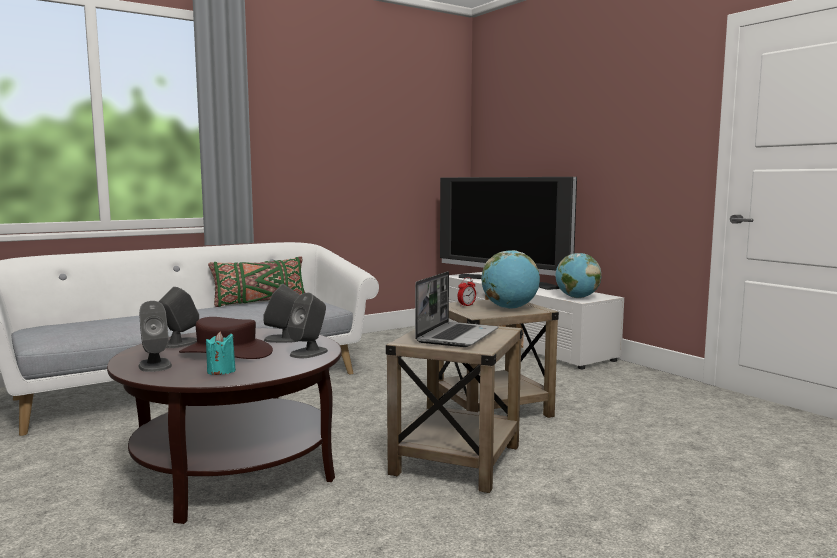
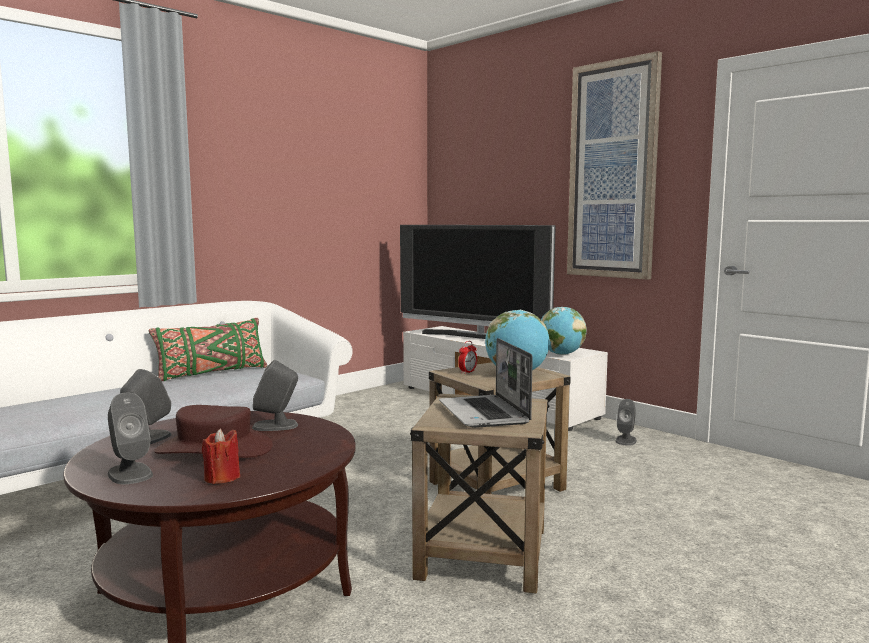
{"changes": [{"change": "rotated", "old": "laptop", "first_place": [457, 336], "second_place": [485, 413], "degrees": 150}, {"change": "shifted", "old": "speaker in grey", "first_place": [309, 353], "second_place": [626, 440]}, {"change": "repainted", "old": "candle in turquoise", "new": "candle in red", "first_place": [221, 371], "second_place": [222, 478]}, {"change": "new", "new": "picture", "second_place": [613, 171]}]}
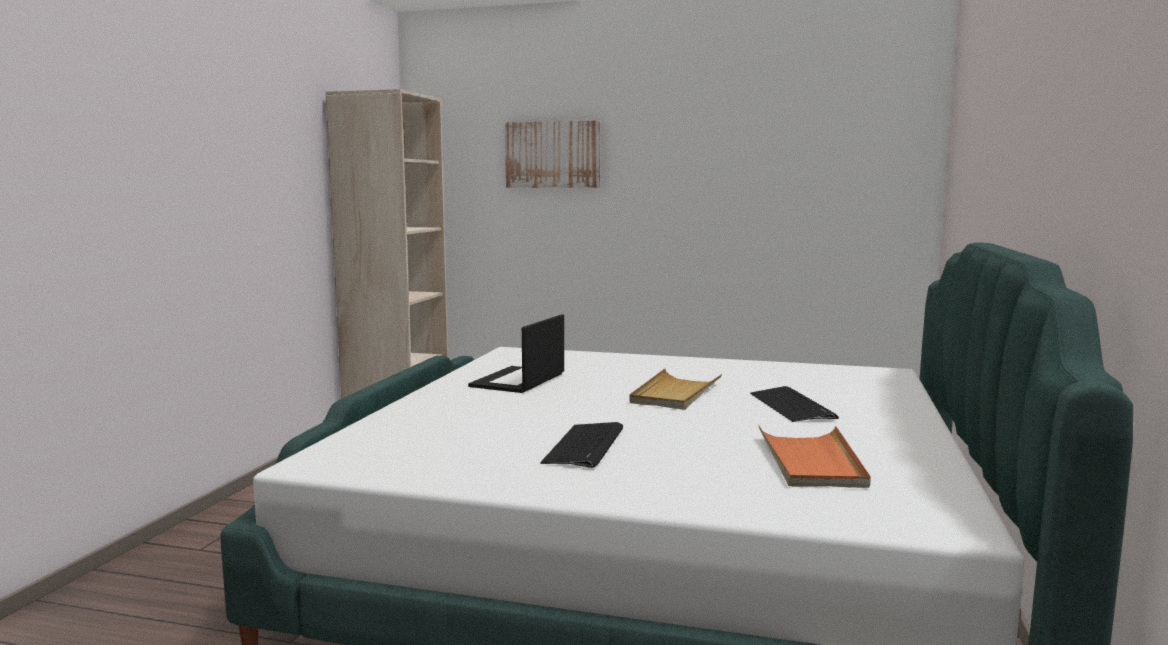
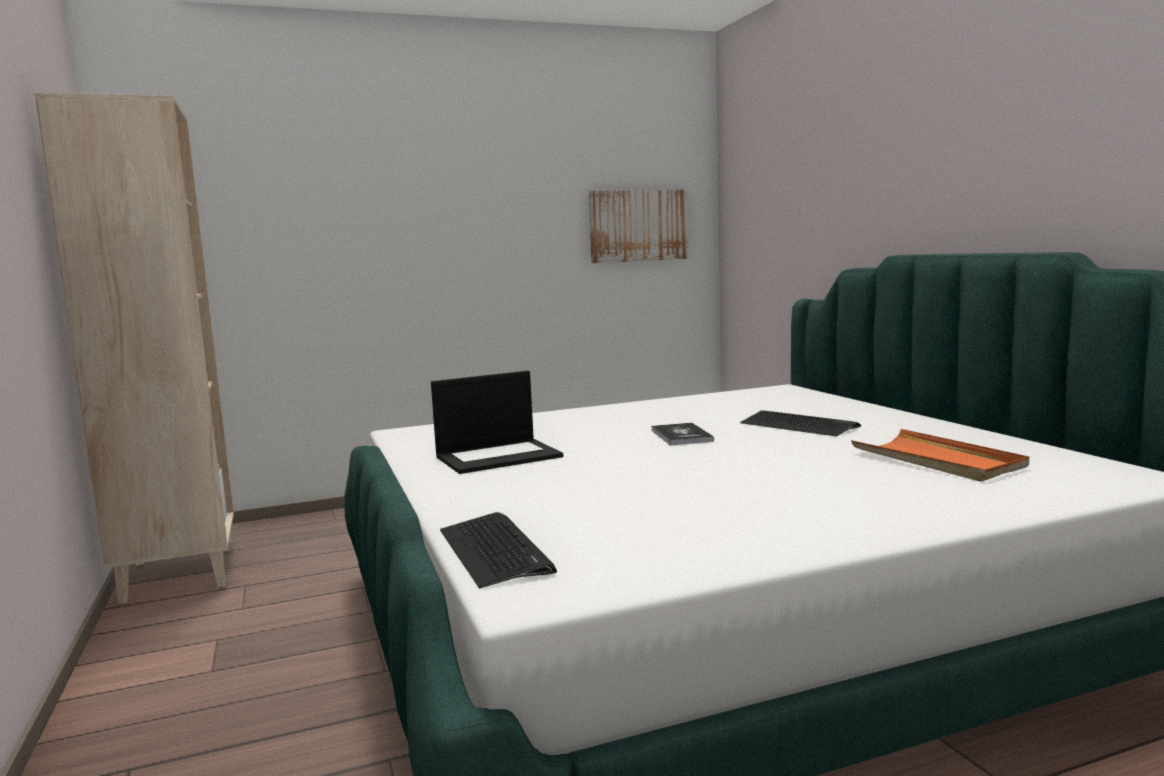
{"changes": [{"change": "shifted", "old": "picture", "first_place": [553, 154], "second_place": [638, 226]}, {"change": "rotated", "old": "laptop", "first_place": [518, 380], "second_place": [499, 456], "degrees": -105}, {"change": "swapped", "old": "tray in beige", "new": "book", "first_place": [675, 393], "second_place": [681, 436]}, {"change": "shifted", "old": "keyboard", "first_place": [585, 446], "second_place": [495, 551]}]}
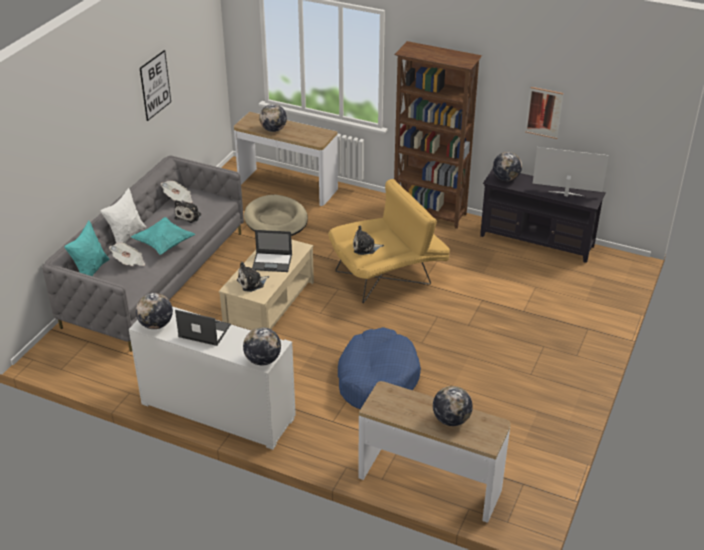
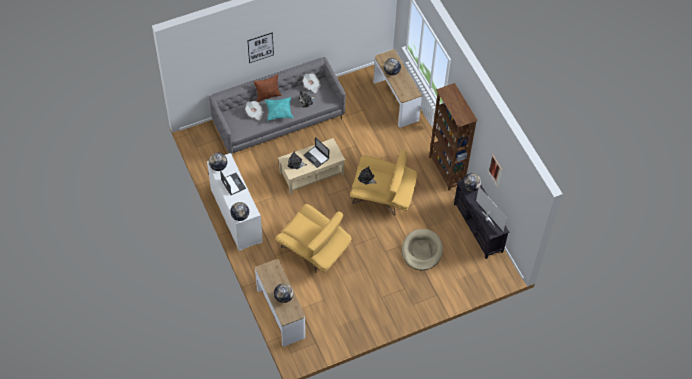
{"changes": [{"change": "shifted", "old": "picture", "first_place": [155, 85], "second_place": [260, 47]}, {"change": "repainted", "old": "pillow in white", "new": "pillow in brown", "first_place": [126, 236], "second_place": [267, 95]}, {"change": "shifted", "old": "dog bed in beige", "first_place": [276, 220], "second_place": [421, 251]}, {"change": "gone", "old": "pillow in turquoise", "first_place": [91, 271]}, {"change": "swapped", "old": "dog bed in blue", "new": "armchair in yellow", "first_place": [377, 379], "second_place": [314, 249]}]}
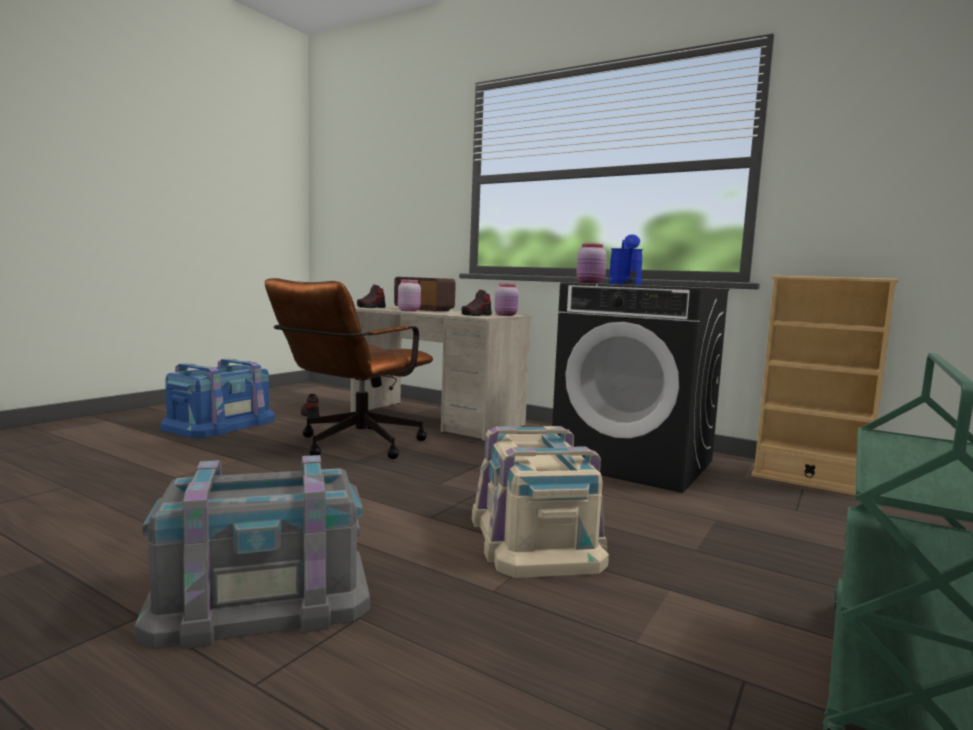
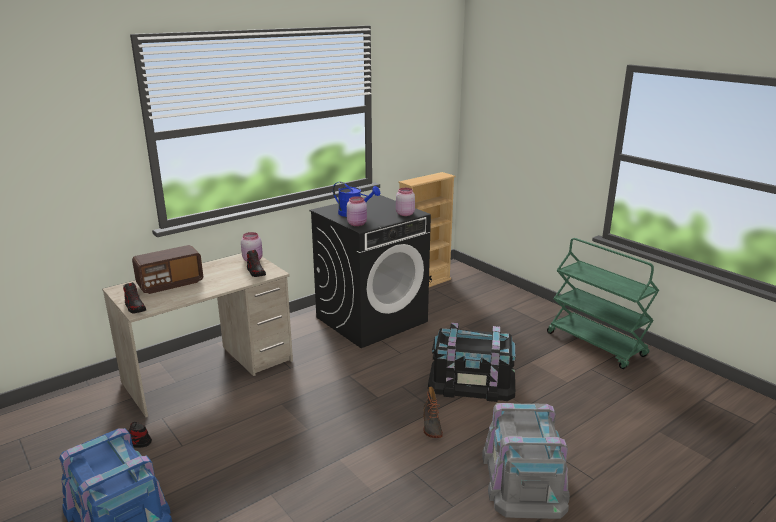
{"changes": [{"change": "gone", "old": "office chair in brown", "first_place": [352, 446]}, {"change": "shifted", "old": "jar in pink", "first_place": [409, 310], "second_place": [404, 214]}, {"change": "repainted", "old": "storage box in beige", "new": "storage box in black", "first_place": [536, 537], "second_place": [472, 381]}, {"change": "new", "new": "boot", "second_place": [431, 426]}]}
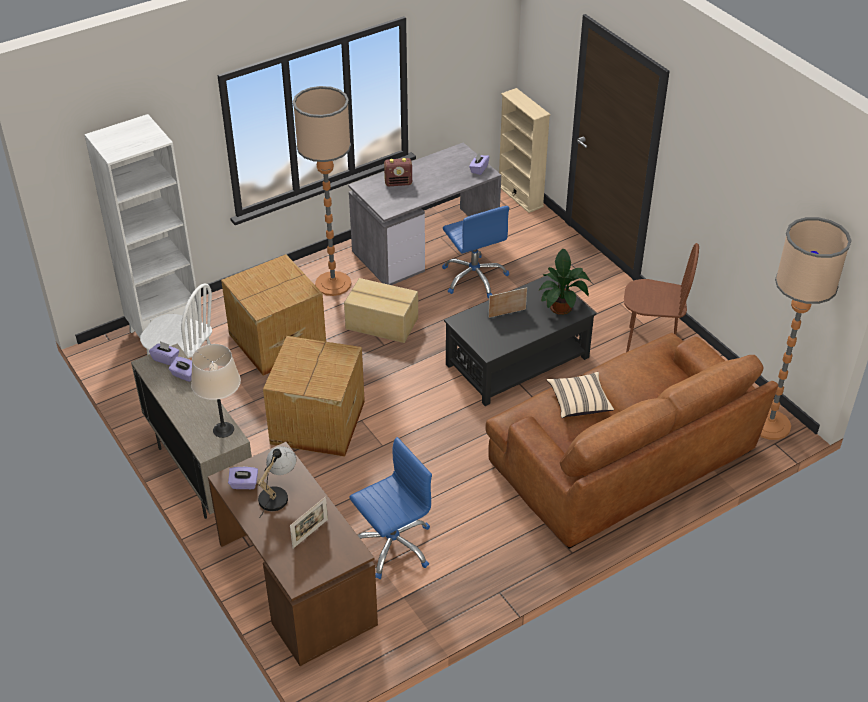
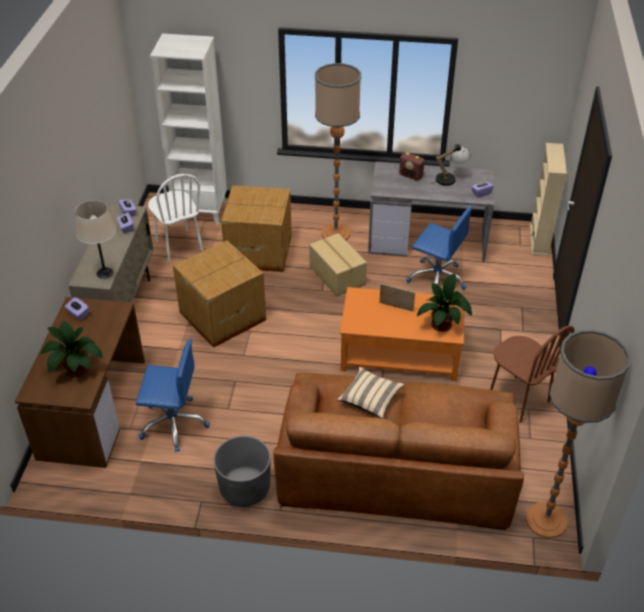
{"changes": [{"change": "rotated", "old": "office chair in blue", "first_place": [474, 277], "second_place": [437, 279], "degrees": -75}, {"change": "repainted", "old": "coffee table in black", "new": "coffee table in orange", "first_place": [516, 361], "second_place": [399, 352]}, {"change": "shifted", "old": "table lamp", "first_place": [277, 494], "second_place": [450, 178]}, {"change": "swapped", "old": "picture frame", "new": "potted plant", "first_place": [310, 533], "second_place": [74, 368]}, {"change": "new", "new": "planter in grey", "second_place": [245, 488]}]}
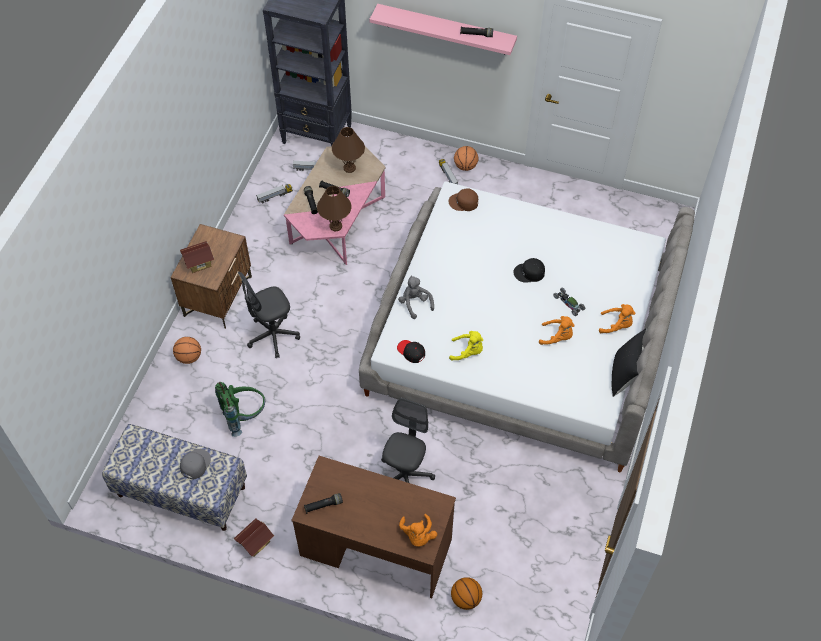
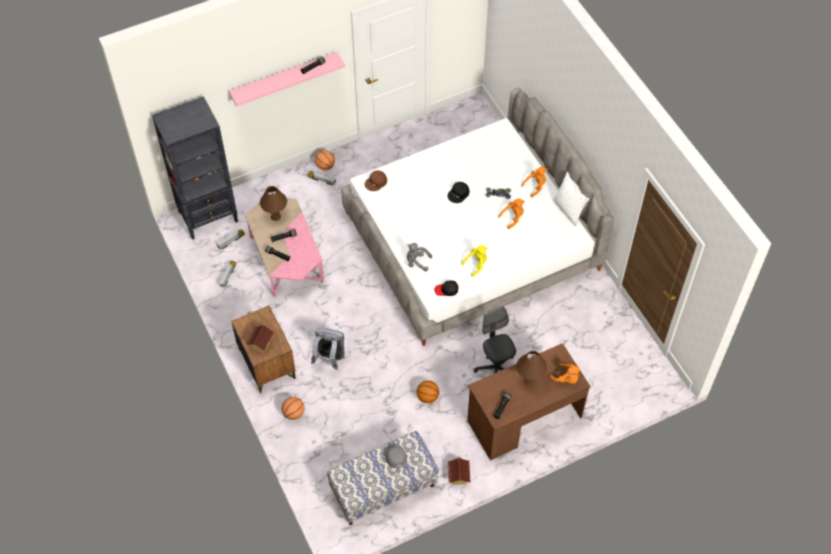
{"changes": [{"change": "shifted", "old": "table lamp in brown", "first_place": [335, 226], "second_place": [529, 380]}, {"change": "swapped", "old": "office chair in grey", "new": "backpack in grey", "first_place": [273, 336], "second_place": [329, 358]}, {"change": "repainted", "old": "pillow in black", "new": "pillow in white", "first_place": [625, 375], "second_place": [569, 209]}, {"change": "gone", "old": "backpack in green", "first_place": [244, 416]}, {"change": "shifted", "old": "basketball", "first_place": [465, 599], "second_place": [427, 397]}]}
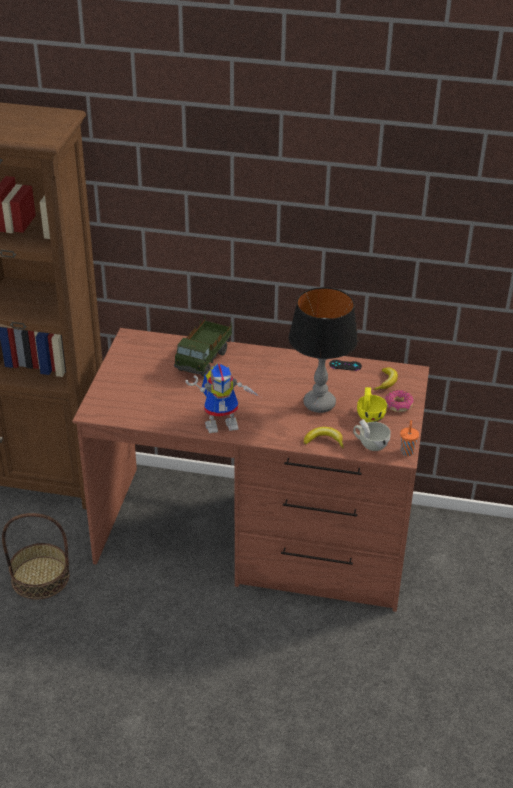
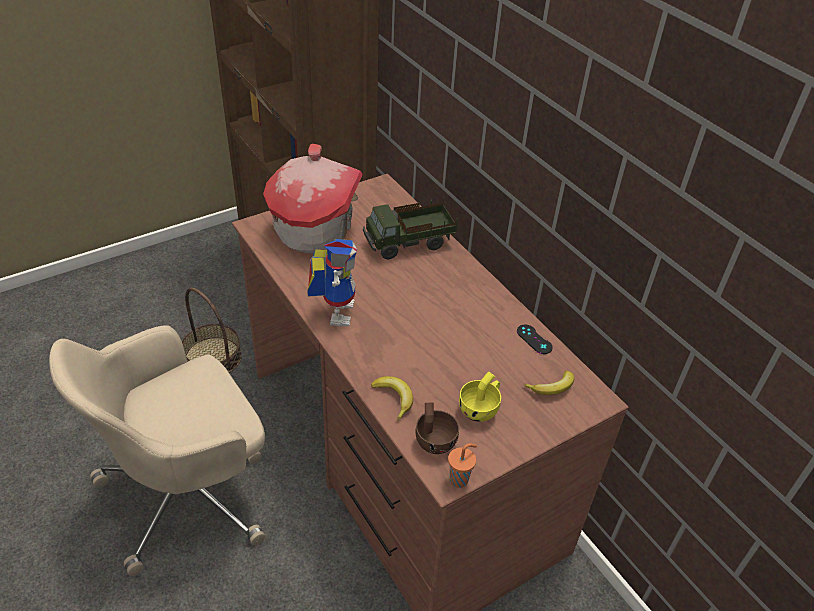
{"changes": [{"change": "gone", "old": "table lamp", "first_place": [319, 404]}, {"change": "rotated", "old": "toy robot", "first_place": [223, 423], "second_place": [335, 310], "degrees": -120}, {"change": "gone", "old": "donut", "first_place": [398, 405]}, {"change": "repainted", "old": "cup in white", "new": "cup in brown", "first_place": [370, 444], "second_place": [434, 439]}, {"change": "new", "new": "toy house", "second_place": [314, 231]}, {"change": "new", "new": "office chair in beige", "second_place": [190, 492]}]}
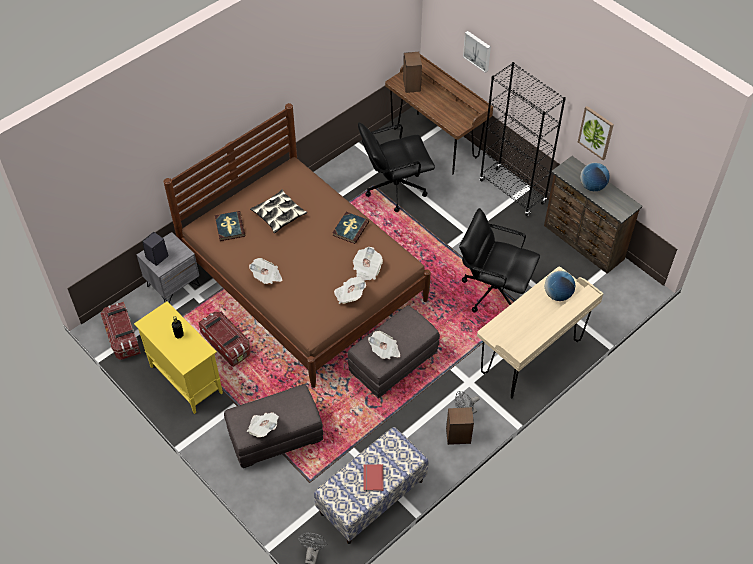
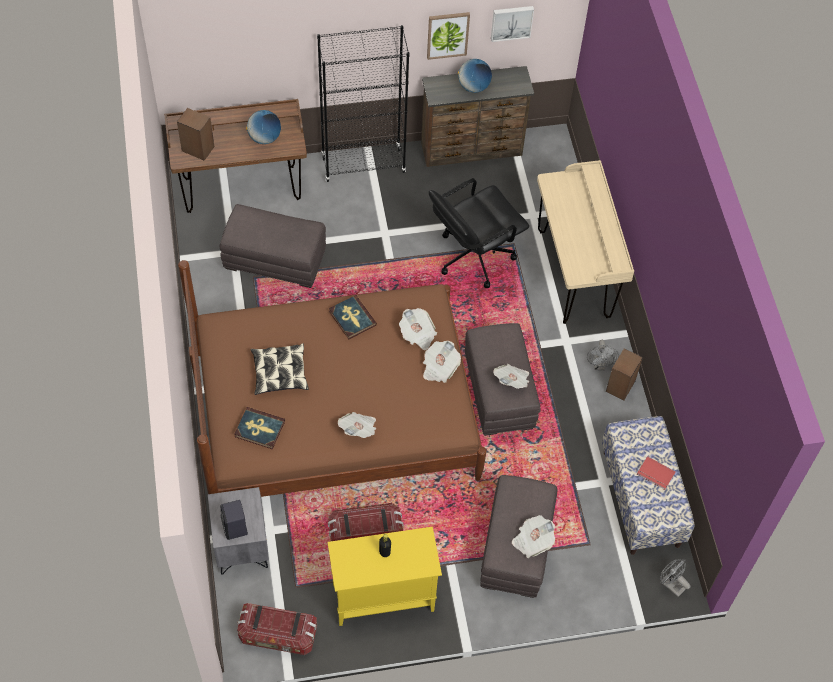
{"changes": [{"change": "shifted", "old": "picture", "first_place": [478, 51], "second_place": [511, 22]}, {"change": "swapped", "old": "office chair in black", "new": "ottoman in grey", "first_place": [394, 188], "second_place": [274, 260]}, {"change": "shifted", "old": "globe", "first_place": [557, 294], "second_place": [264, 138]}]}
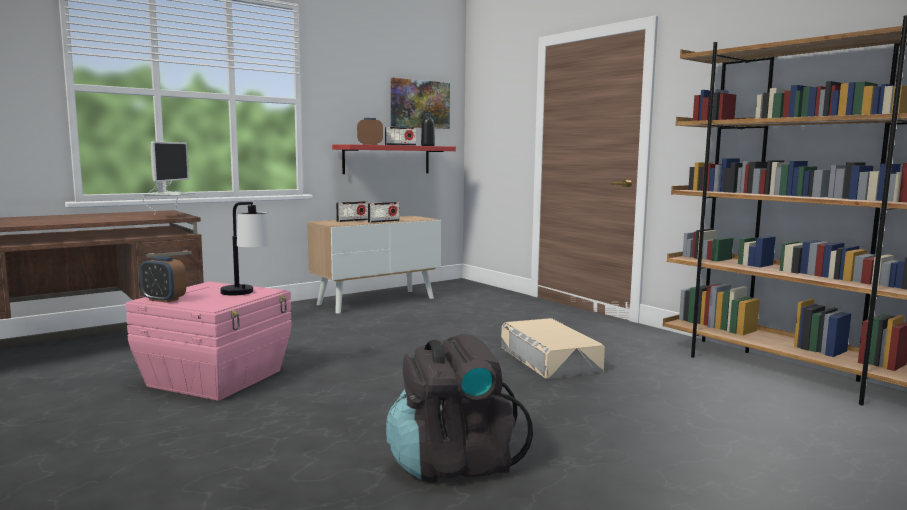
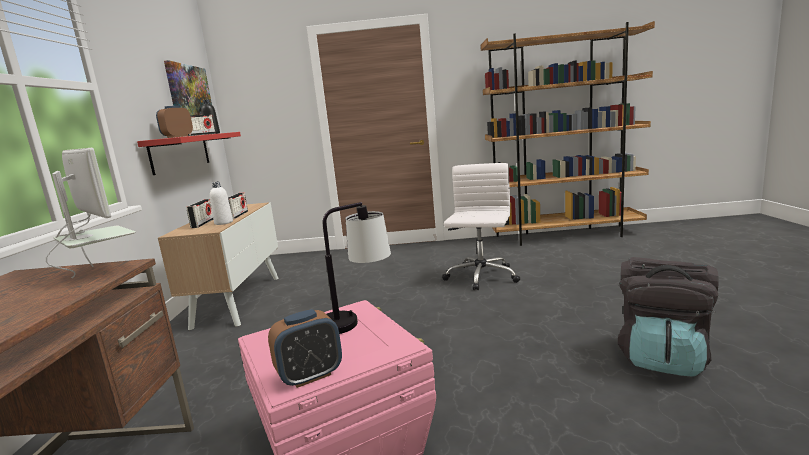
{"changes": [{"change": "swapped", "old": "storage box in beige", "new": "office chair in white", "first_place": [550, 359], "second_place": [481, 277]}, {"change": "new", "new": "bottle in white", "second_place": [223, 223]}]}
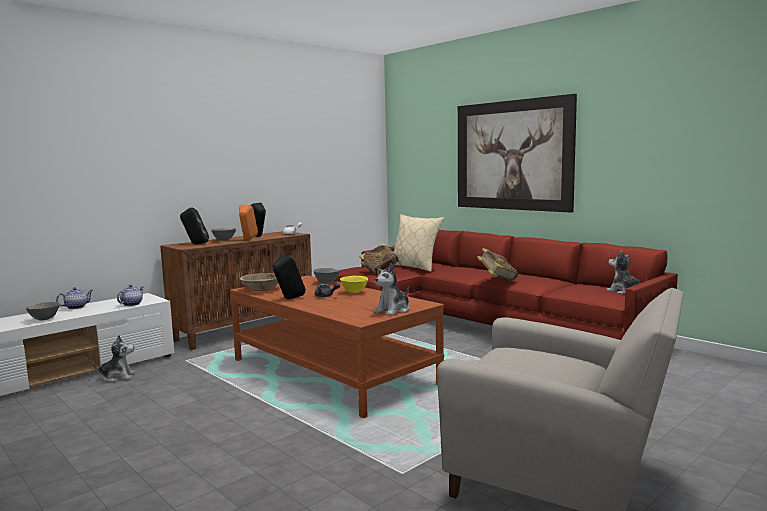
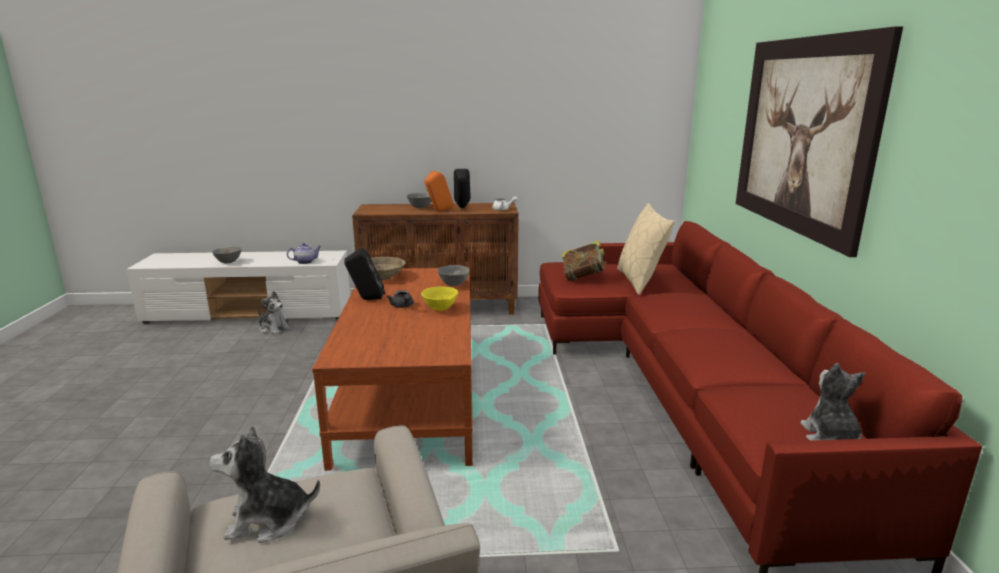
{"changes": [{"change": "gone", "old": "speaker in black", "first_place": [195, 244]}, {"change": "gone", "old": "book", "first_place": [497, 279]}, {"change": "shifted", "old": "plush toy", "first_place": [393, 310], "second_place": [268, 520]}, {"change": "gone", "old": "teapot", "first_place": [76, 307]}]}
